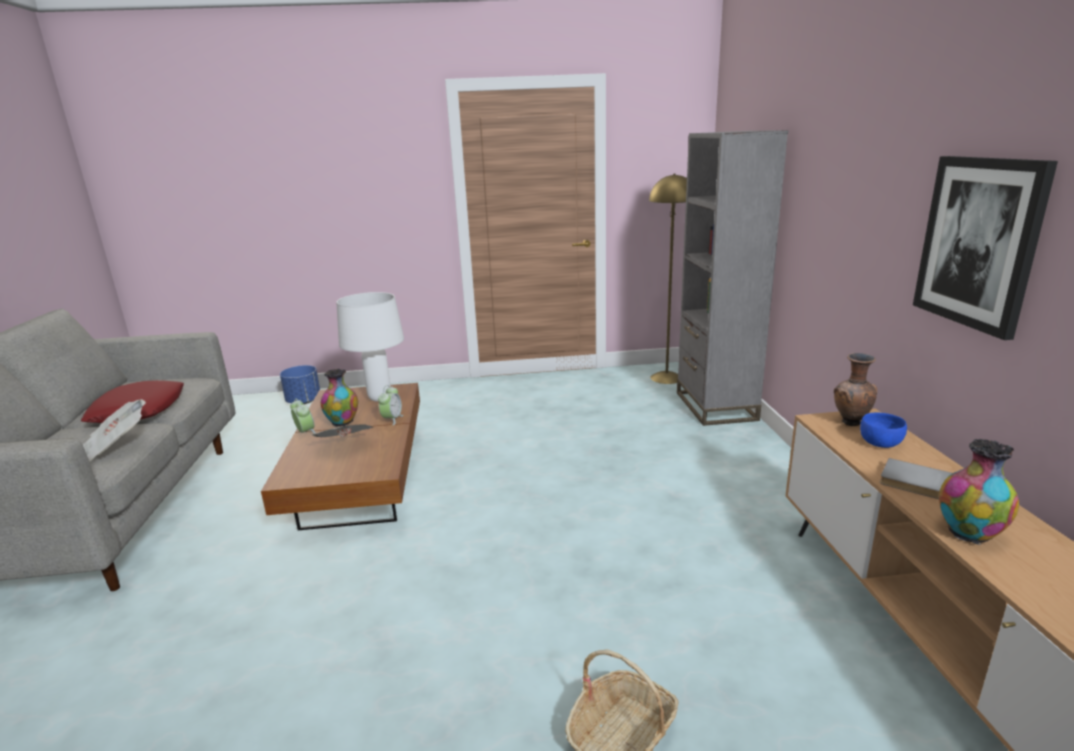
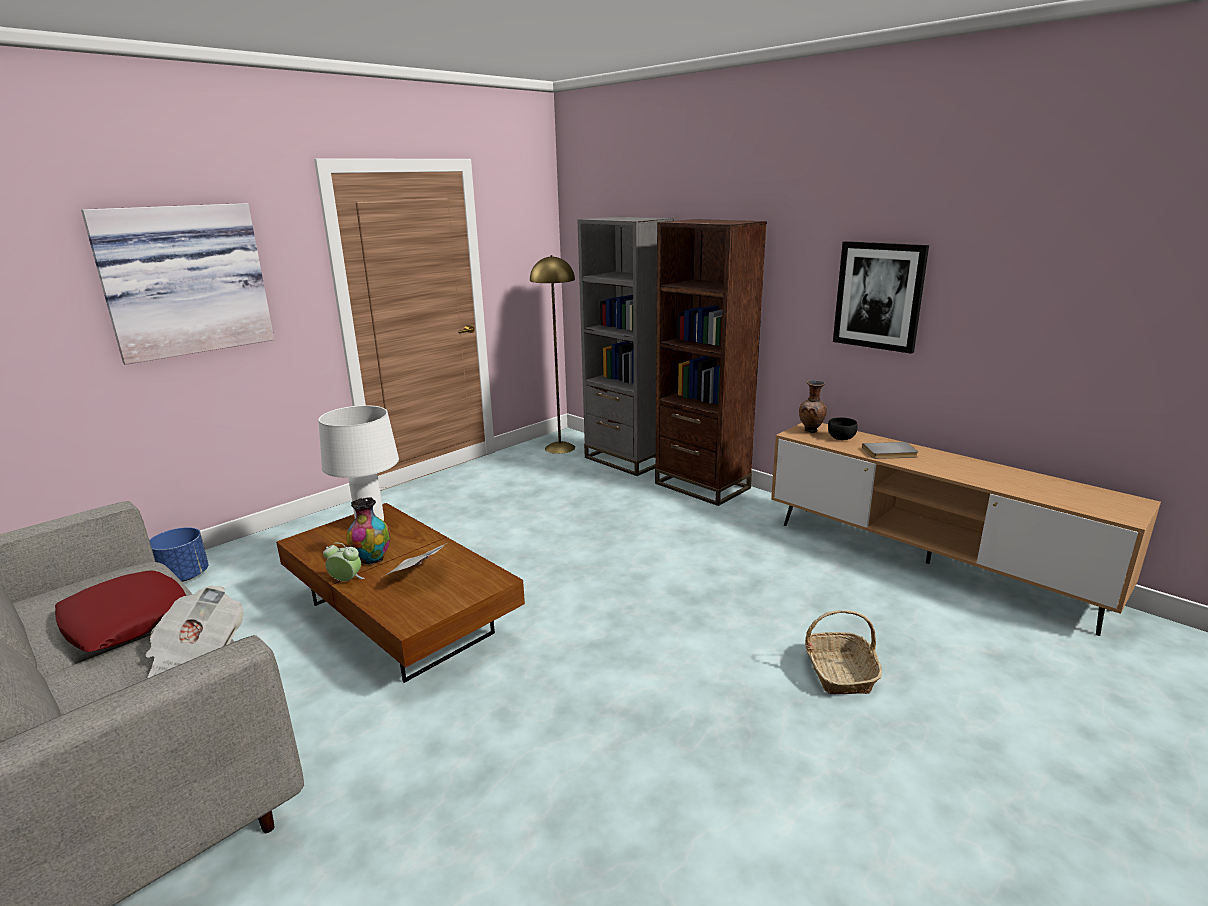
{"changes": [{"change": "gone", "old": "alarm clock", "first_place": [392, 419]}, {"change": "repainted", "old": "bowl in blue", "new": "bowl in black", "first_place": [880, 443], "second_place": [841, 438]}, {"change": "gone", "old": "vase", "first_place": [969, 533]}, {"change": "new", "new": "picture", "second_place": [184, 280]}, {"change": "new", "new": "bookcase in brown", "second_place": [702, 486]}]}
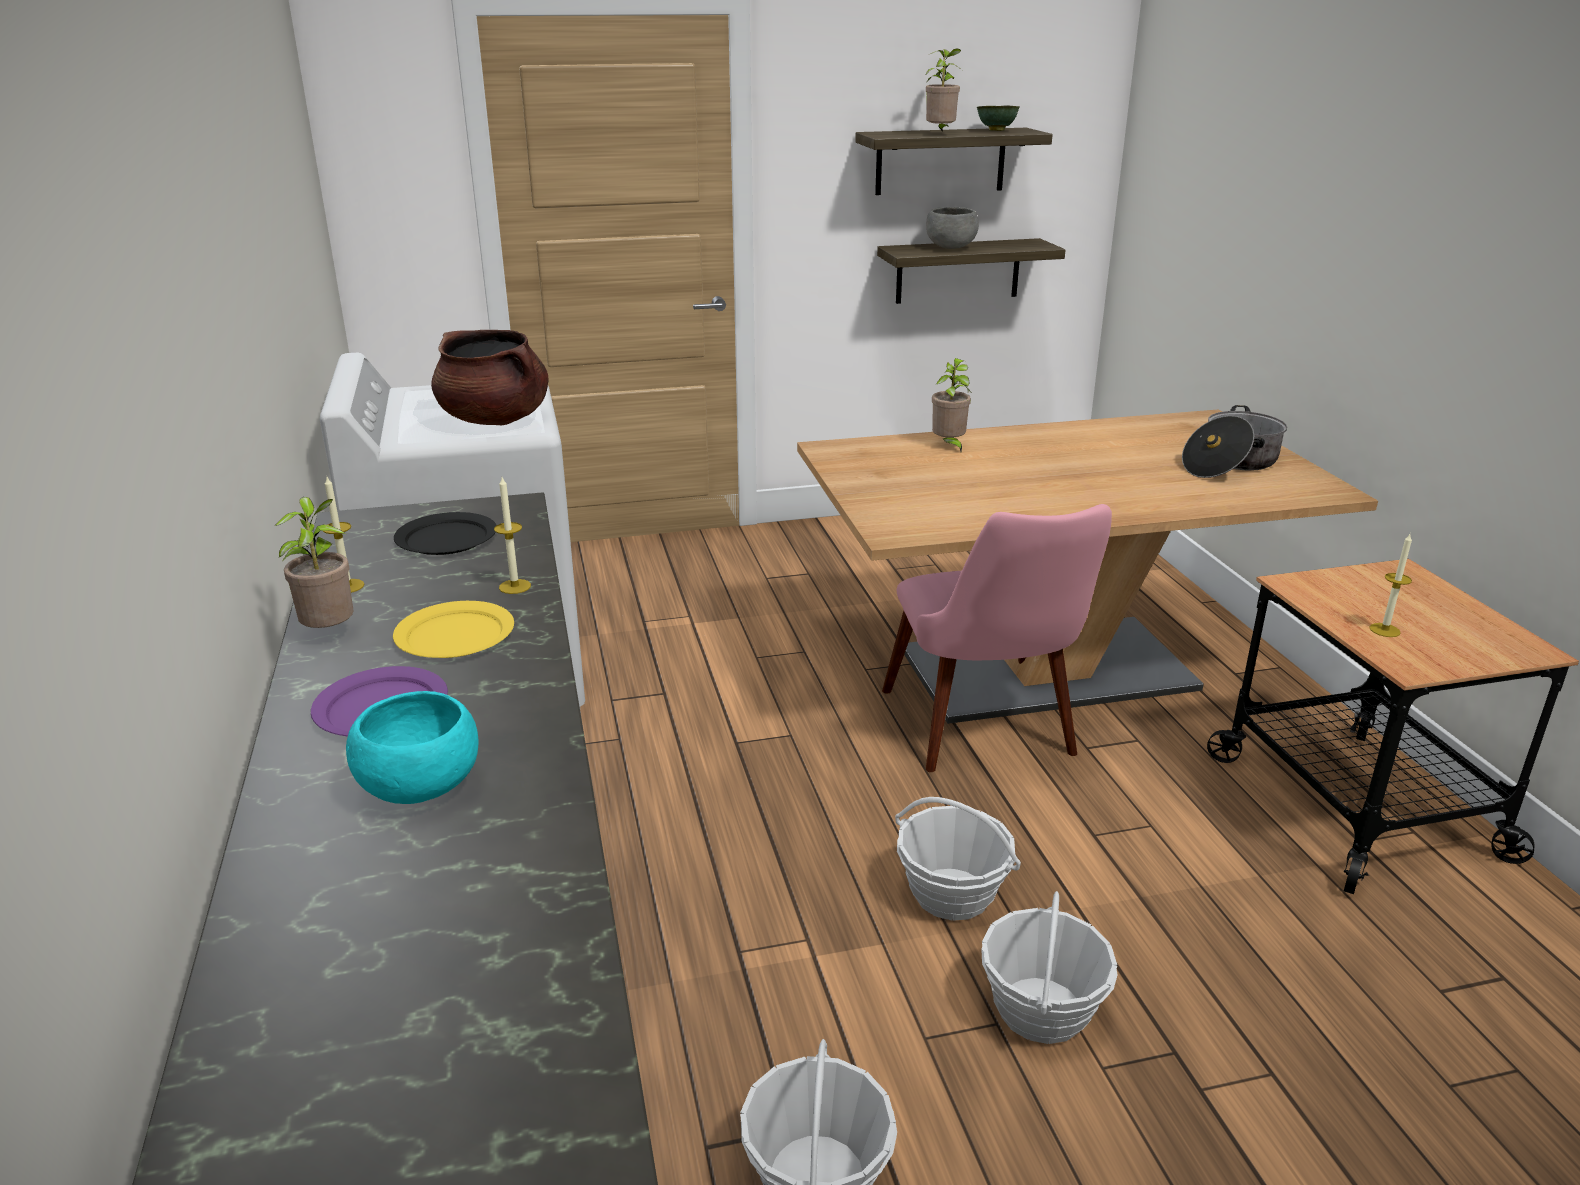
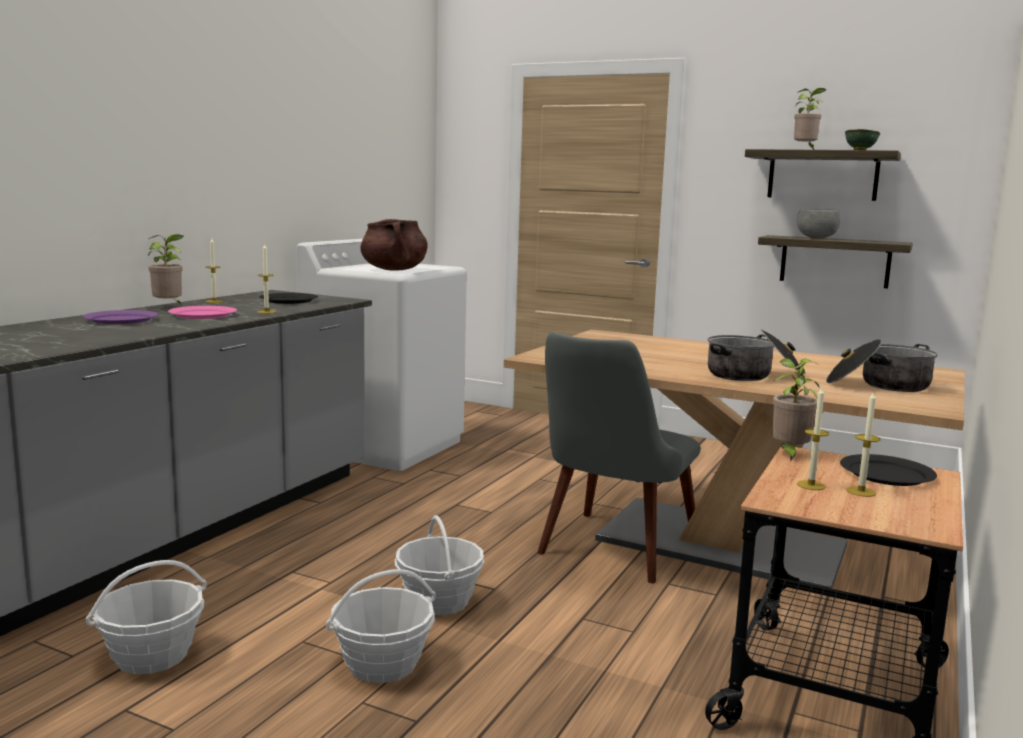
{"changes": [{"change": "shifted", "old": "potted plant", "first_place": [949, 446], "second_place": [789, 454]}, {"change": "repainted", "old": "chair in pink", "new": "chair in grey", "first_place": [987, 735], "second_place": [610, 553]}, {"change": "repainted", "old": "plate in yellow", "new": "plate in pink", "first_place": [456, 635], "second_place": [203, 315]}, {"change": "gone", "old": "bowl in turquoise", "first_place": [420, 789]}, {"change": "new", "new": "cooking pot", "second_place": [753, 375]}, {"change": "new", "new": "candle", "second_place": [861, 491]}, {"change": "new", "new": "plate in black", "second_place": [886, 474]}]}
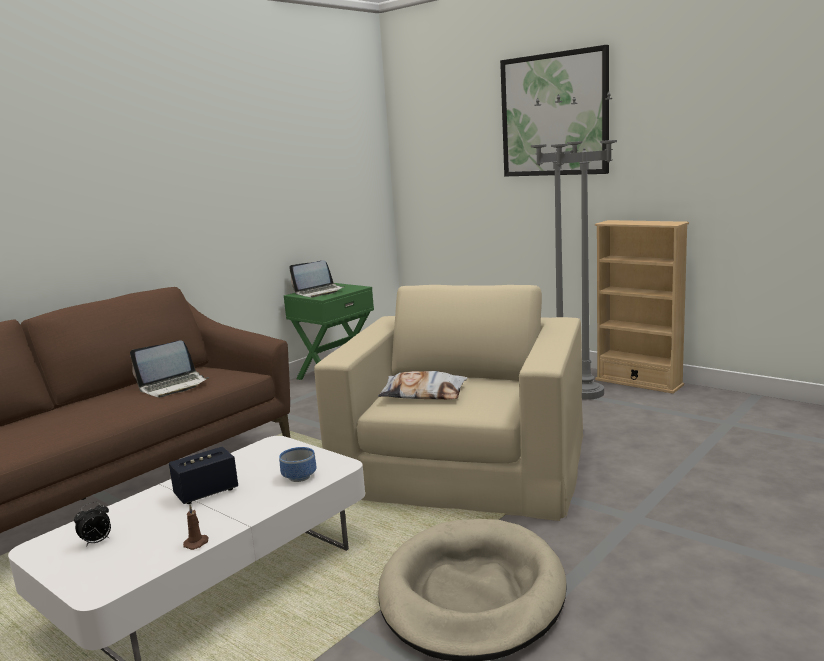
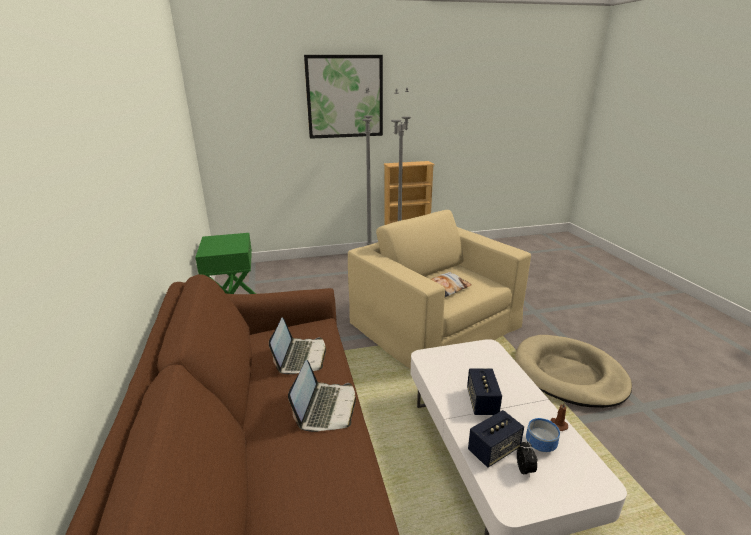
{"changes": [{"change": "shifted", "old": "laptop", "first_place": [319, 292], "second_place": [326, 408]}, {"change": "shifted", "old": "bowl", "first_place": [298, 476], "second_place": [539, 445]}, {"change": "new", "new": "speaker", "second_place": [493, 450]}]}
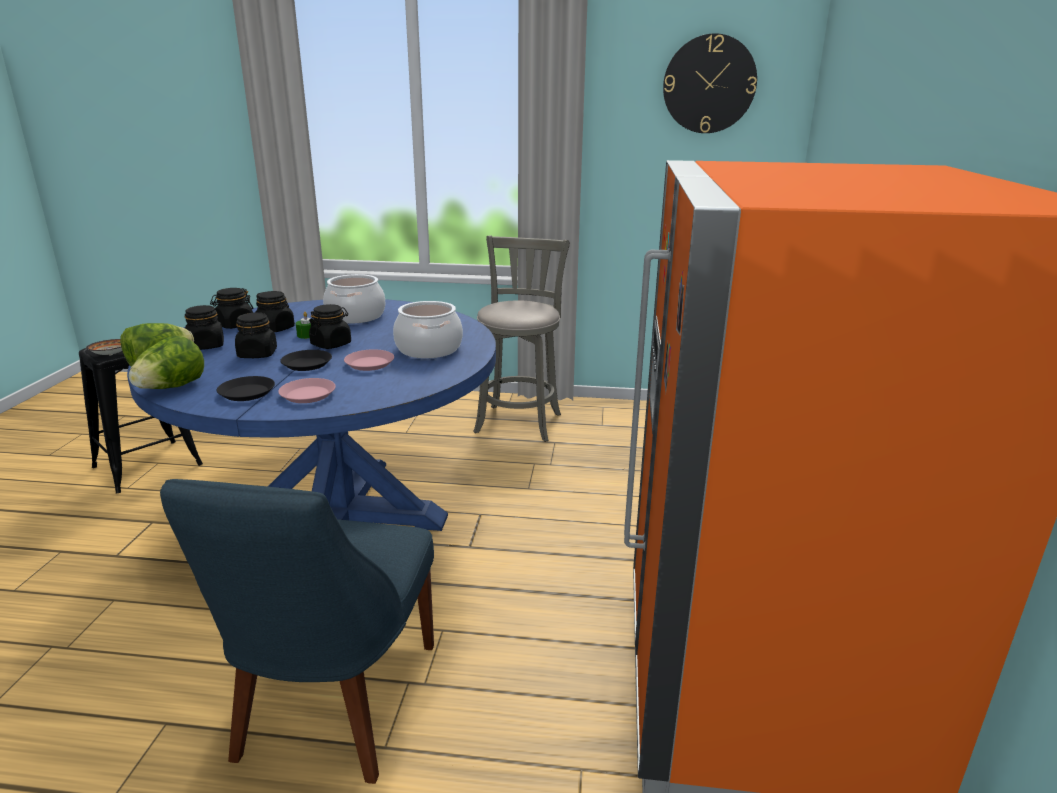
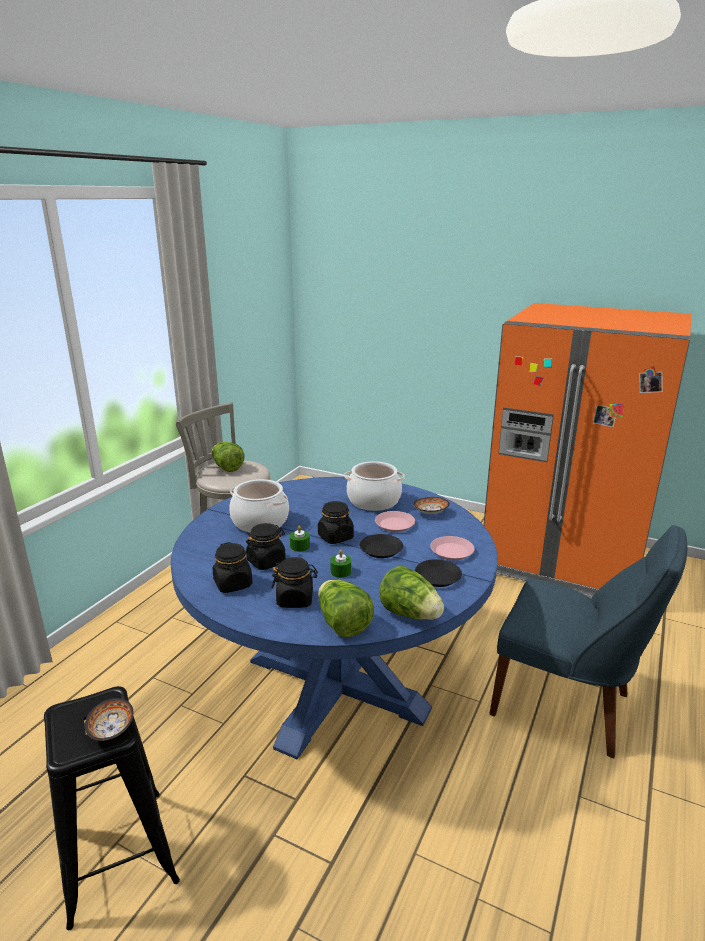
{"changes": [{"change": "gone", "old": "wall clock", "first_place": [709, 84]}, {"change": "swapped", "old": "jar in black", "new": "candle in green", "first_place": [257, 354], "second_place": [341, 571]}, {"change": "new", "new": "lettuce", "second_place": [227, 467]}, {"change": "new", "new": "bowl", "second_place": [430, 513]}]}
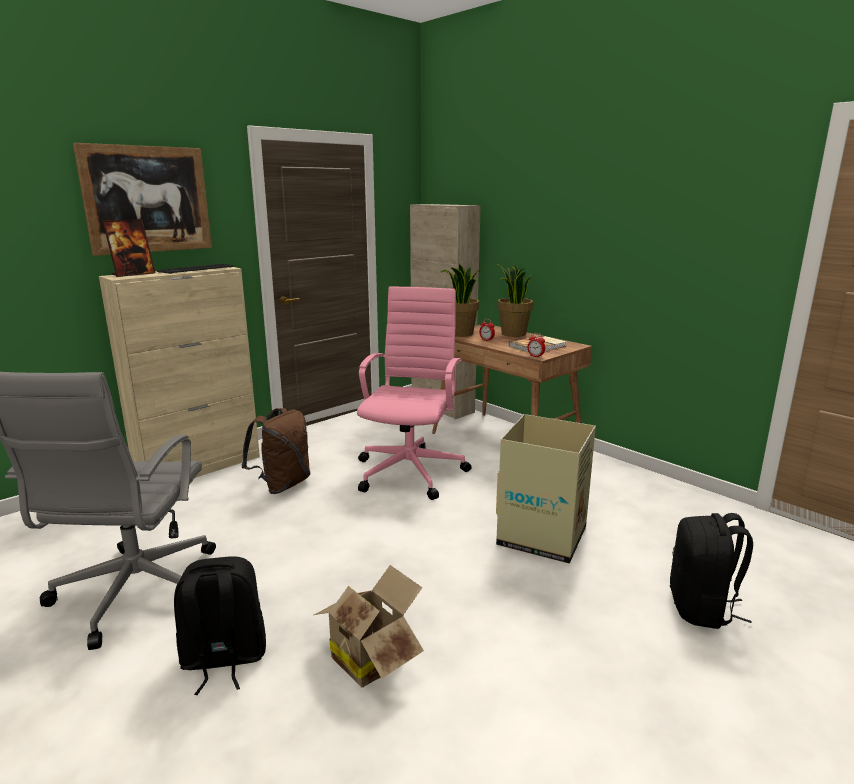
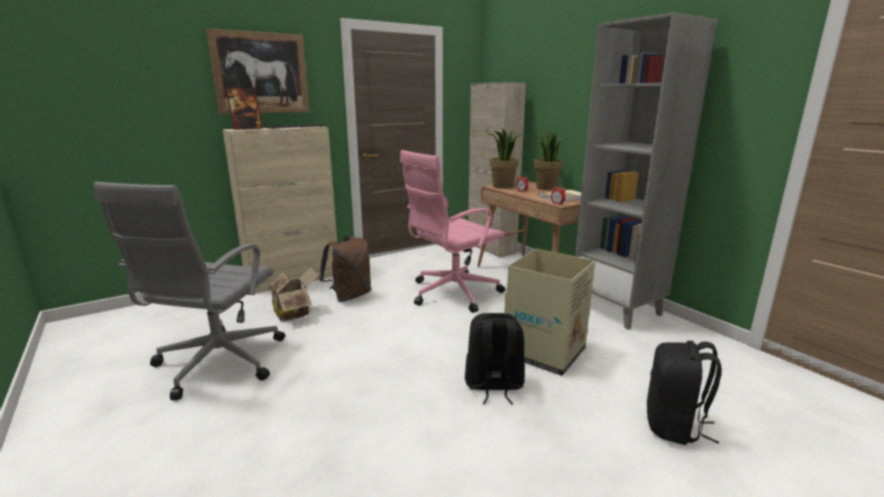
{"changes": [{"change": "rotated", "old": "office chair in pink", "first_place": [411, 471], "second_place": [452, 293], "degrees": -150}, {"change": "shifted", "old": "backpack in black", "first_place": [223, 659], "second_place": [493, 386]}, {"change": "shifted", "old": "cardboard box", "first_place": [371, 657], "second_place": [294, 312]}, {"change": "new", "new": "bookcase in grey", "second_place": [618, 309]}]}
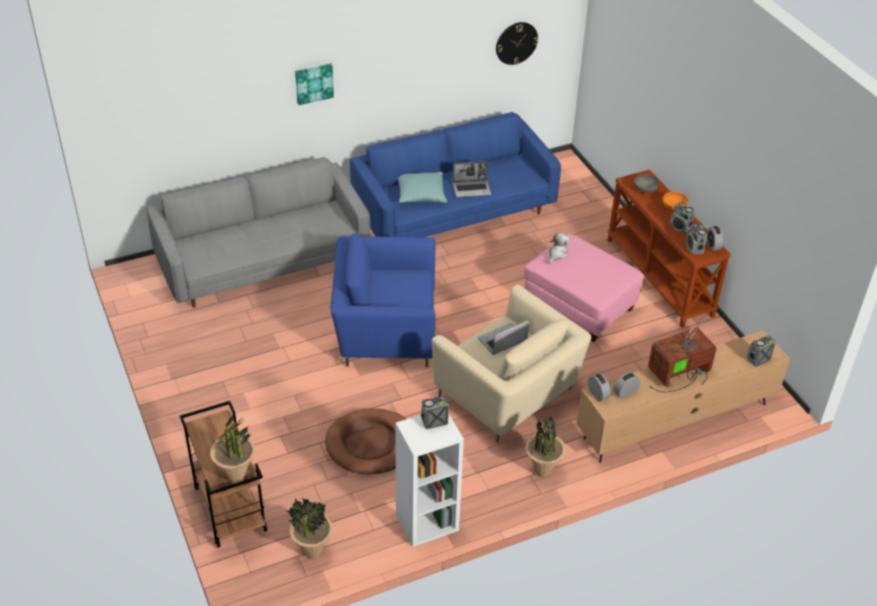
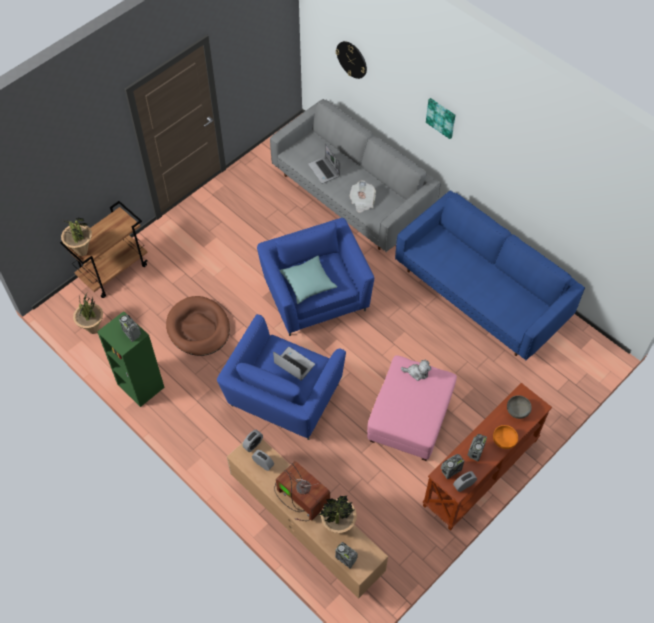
{"changes": [{"change": "shifted", "old": "wall clock", "first_place": [516, 43], "second_place": [352, 59]}, {"change": "shifted", "old": "laptop", "first_place": [472, 189], "second_place": [324, 170]}, {"change": "shifted", "old": "pillow in turquoise", "first_place": [421, 194], "second_place": [308, 283]}, {"change": "repainted", "old": "armchair in beige", "new": "armchair in blue", "first_place": [507, 395], "second_place": [283, 397]}, {"change": "shifted", "old": "potted plant", "first_place": [542, 473], "second_place": [338, 527]}, {"change": "repainted", "old": "bookcase in white", "new": "bookcase in green", "first_place": [426, 523], "second_place": [140, 385]}, {"change": "new", "new": "newspaper", "second_place": [362, 201]}]}
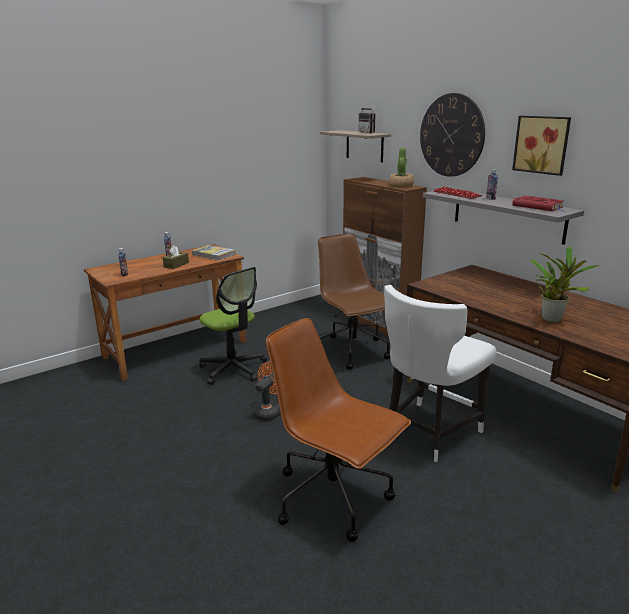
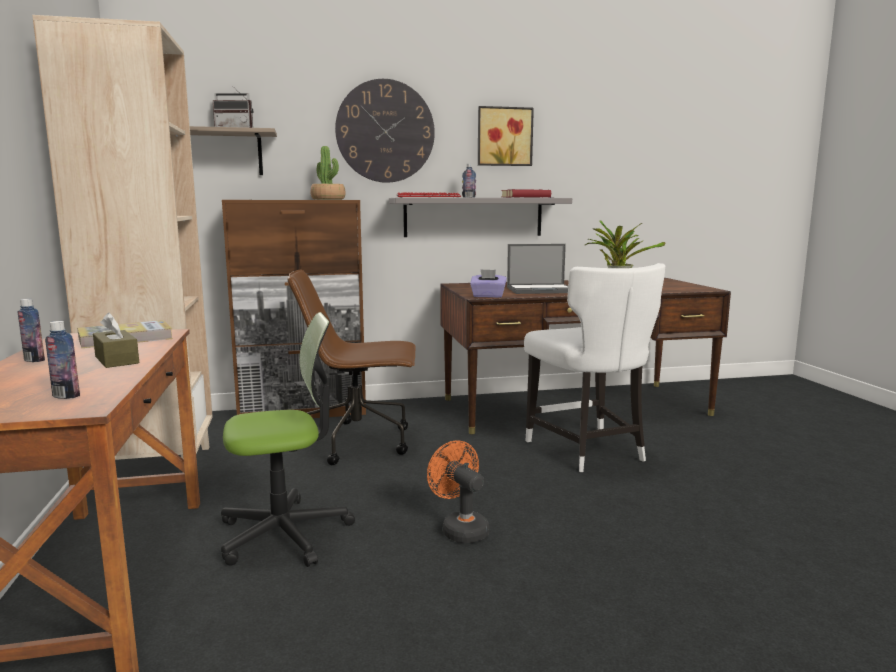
{"changes": [{"change": "gone", "old": "office chair in brown", "first_place": [334, 498]}, {"change": "new", "new": "bookcase in beige", "second_place": [157, 468]}, {"change": "new", "new": "laptop", "second_place": [541, 290]}, {"change": "new", "new": "tissue box in purple", "second_place": [488, 296]}]}
